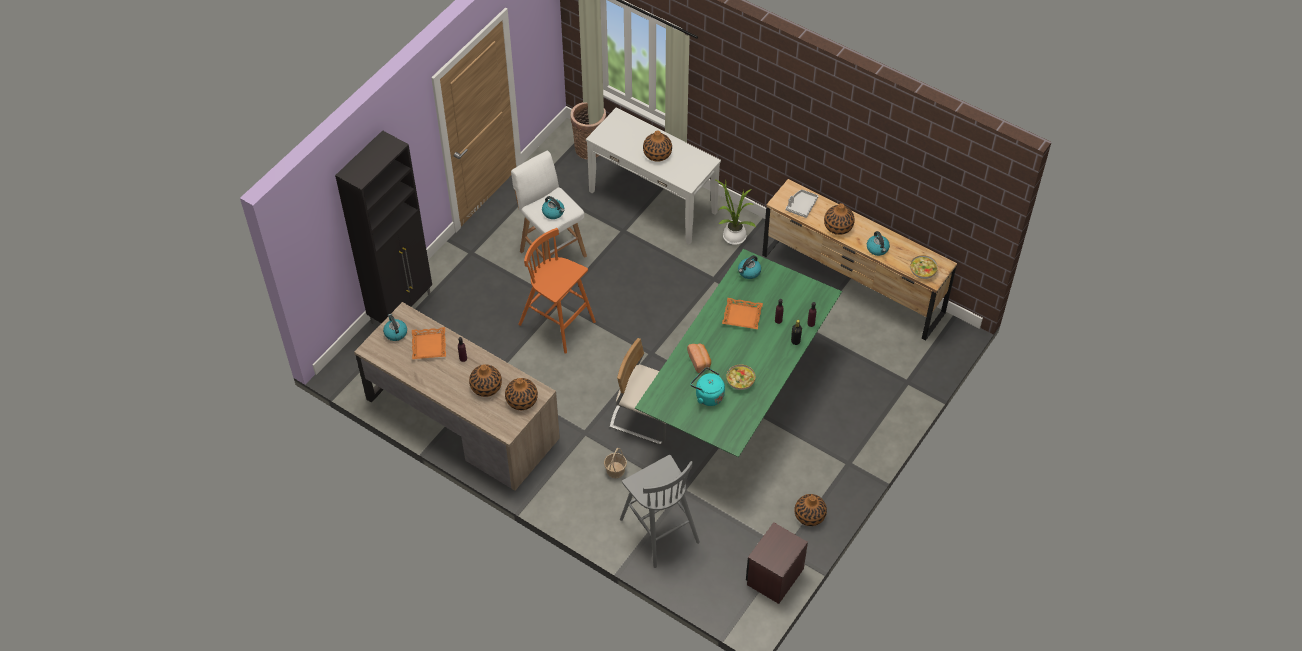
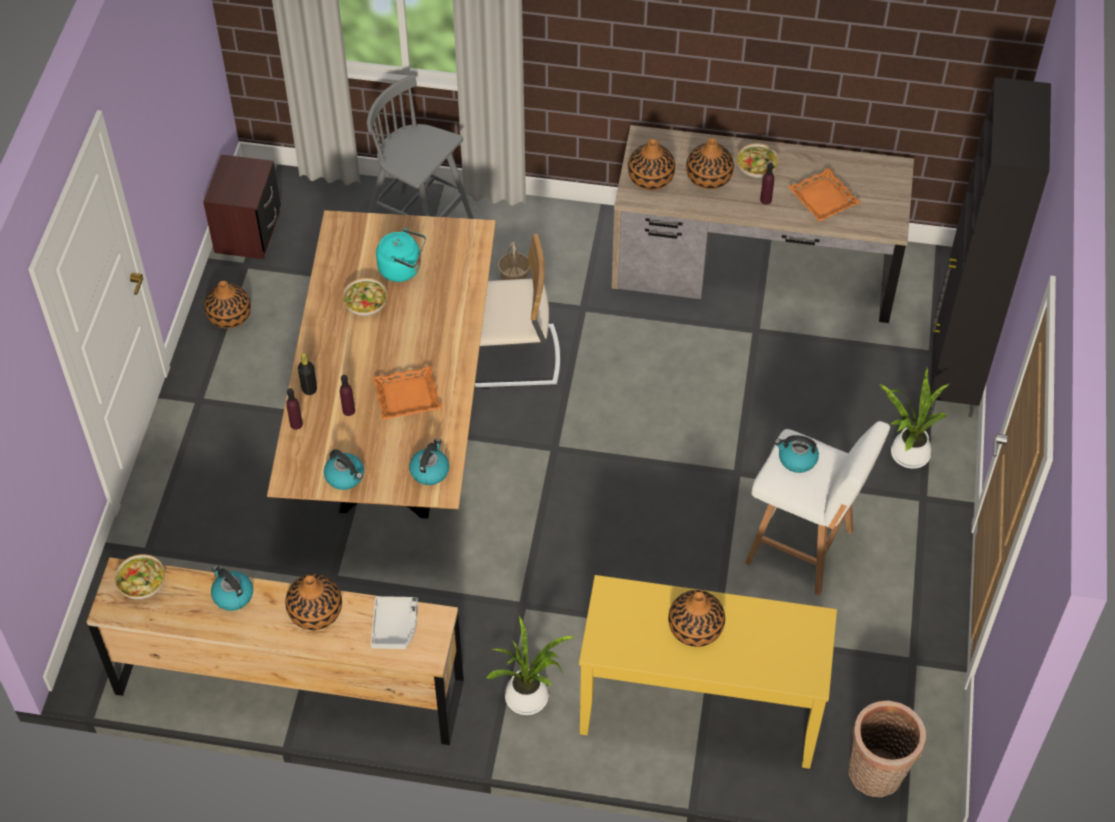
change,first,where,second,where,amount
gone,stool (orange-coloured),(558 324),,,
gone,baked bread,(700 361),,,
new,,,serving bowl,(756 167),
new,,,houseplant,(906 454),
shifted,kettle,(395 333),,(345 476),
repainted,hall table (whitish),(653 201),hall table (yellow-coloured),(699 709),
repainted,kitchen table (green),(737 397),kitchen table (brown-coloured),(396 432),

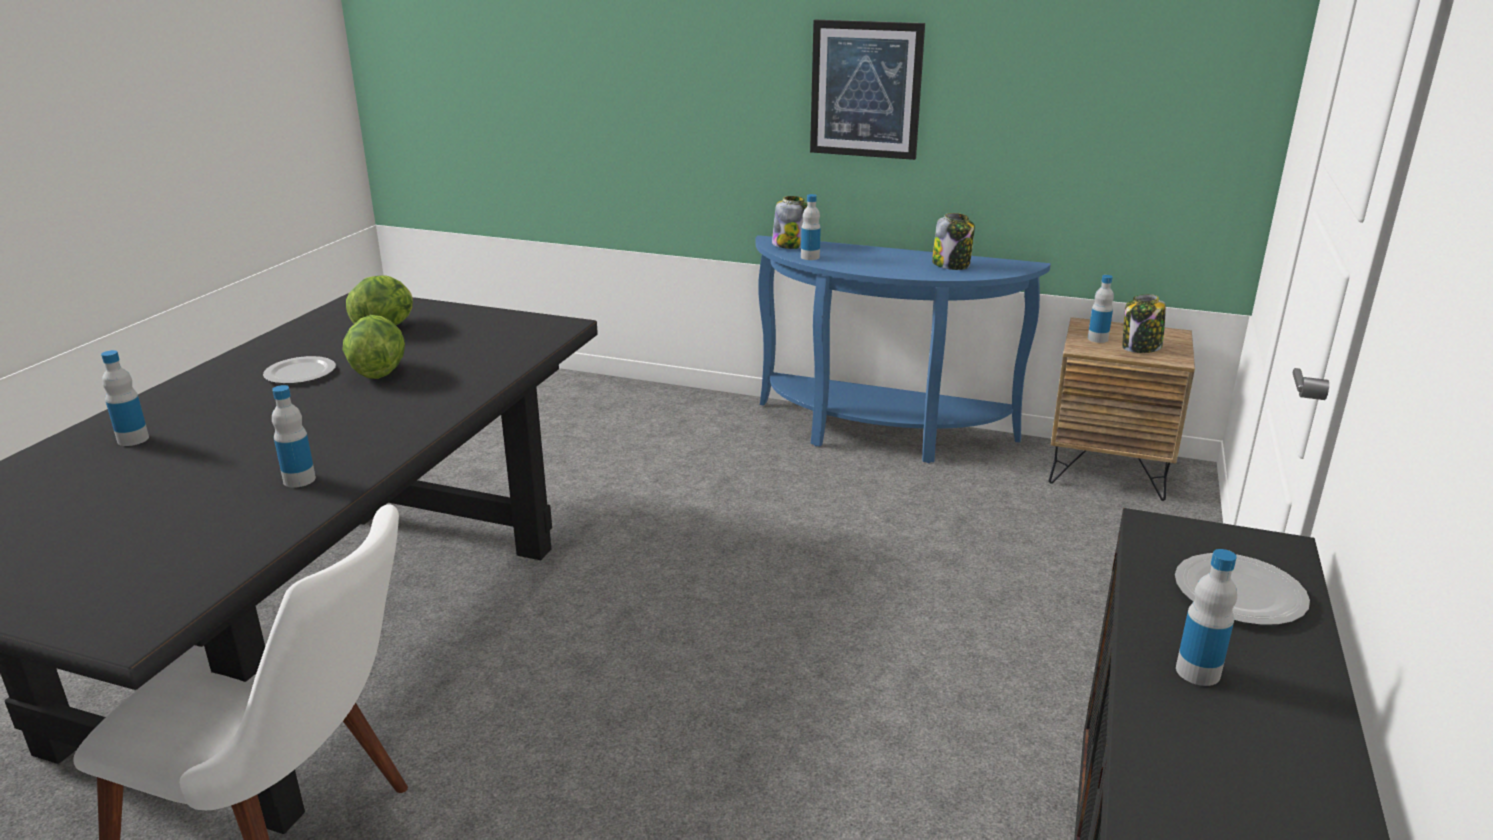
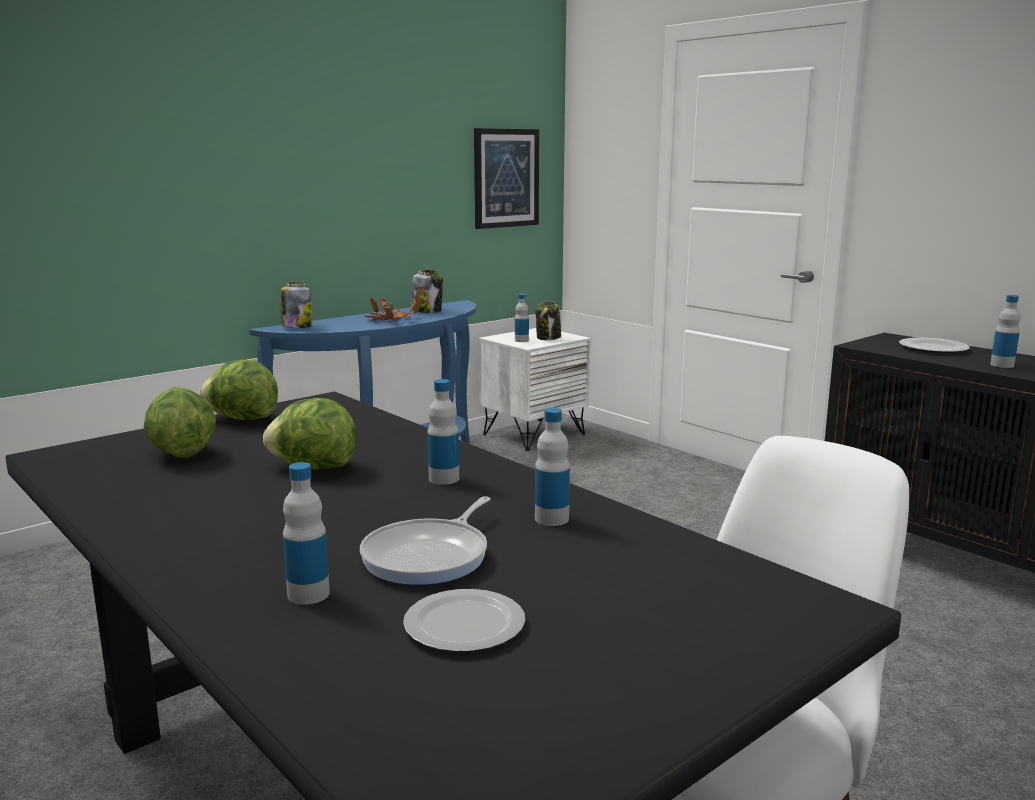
change,first,where,second,where,amount
new,,,lettuce,(242 419),
new,,,skillet,(430 556),
new,,,houseplant,(391 320),
shifted,plate,(301 373),,(464 624),
shifted,drink bottle,(810 257),,(444 479),
shifted,picture,(866 89),,(506 178),
repainted,nightstand (brown-coloured),(1108 470),nightstand (whitish),(533 434),

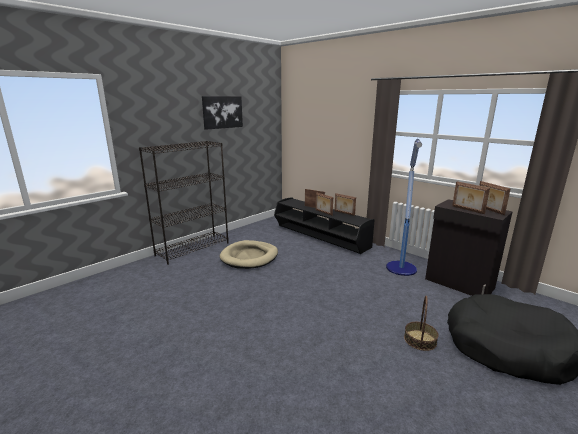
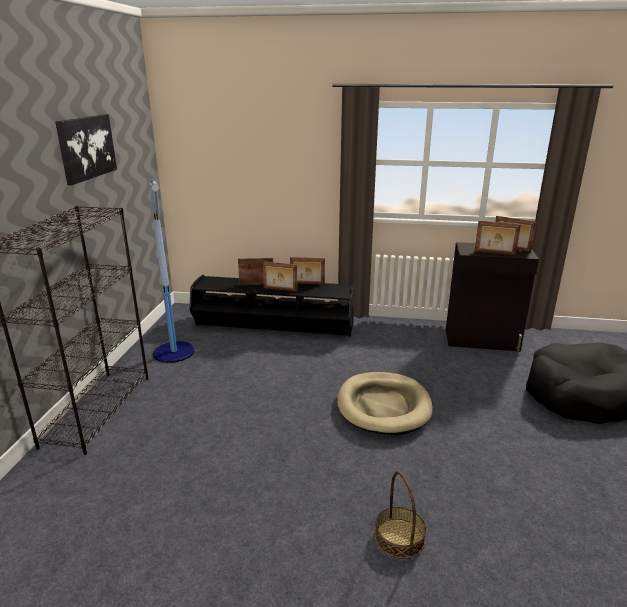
change,first,where,second,where,amount
shifted,dog bed (beige),(249 257),,(383 406),
shifted,standard lamp,(401 269),,(174 353),
shifted,basket,(420 340),,(399 538),

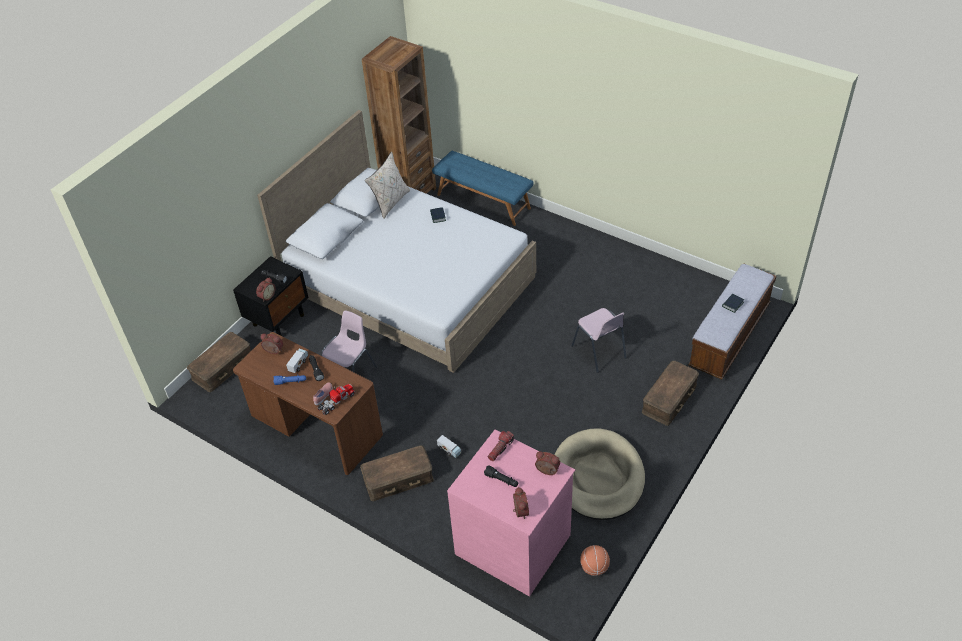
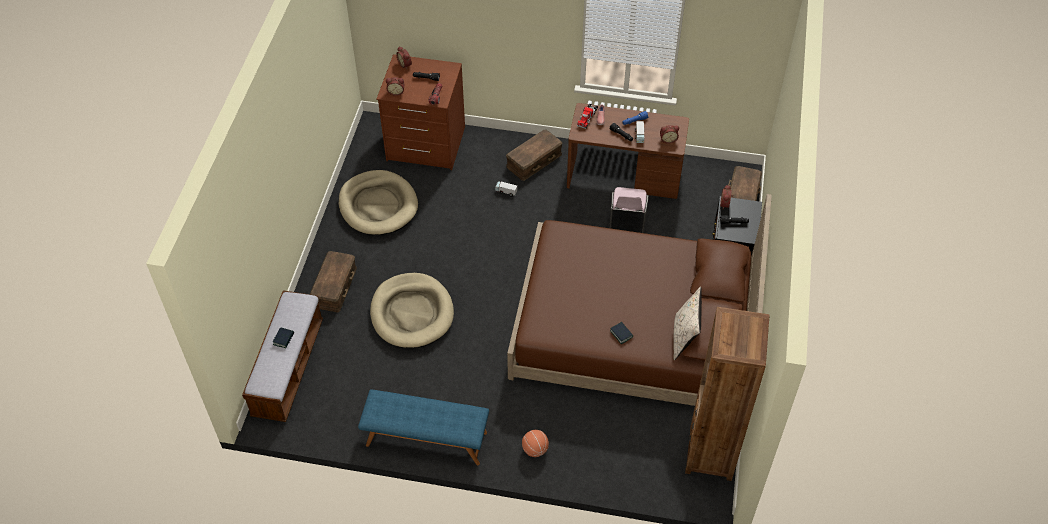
change,first,where,second,where,amount
shifted,bench (blue),(484 201),,(426 439),
shifted,basketball ball,(594 567),,(535 449),
swapped,chair (pink),(599 352),dog bed (beige),(412 313),
repainted,sleeping bed (whitish),(410 284),sleeping bed (brown-coloured),(632 331),
repainted,dresser (pink),(513 543),dresser (brown-coloured),(425 145),

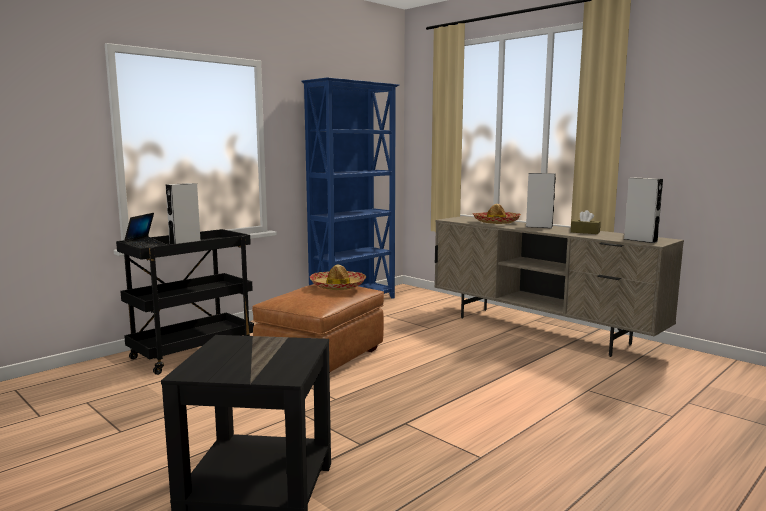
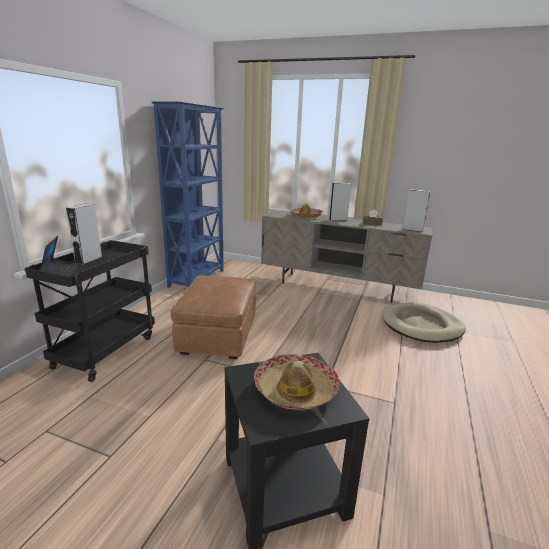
change,first,where,second,where,amount
new,,,dog bed (beige),(421 326),
shifted,wearable hat,(338 286),,(295 390),

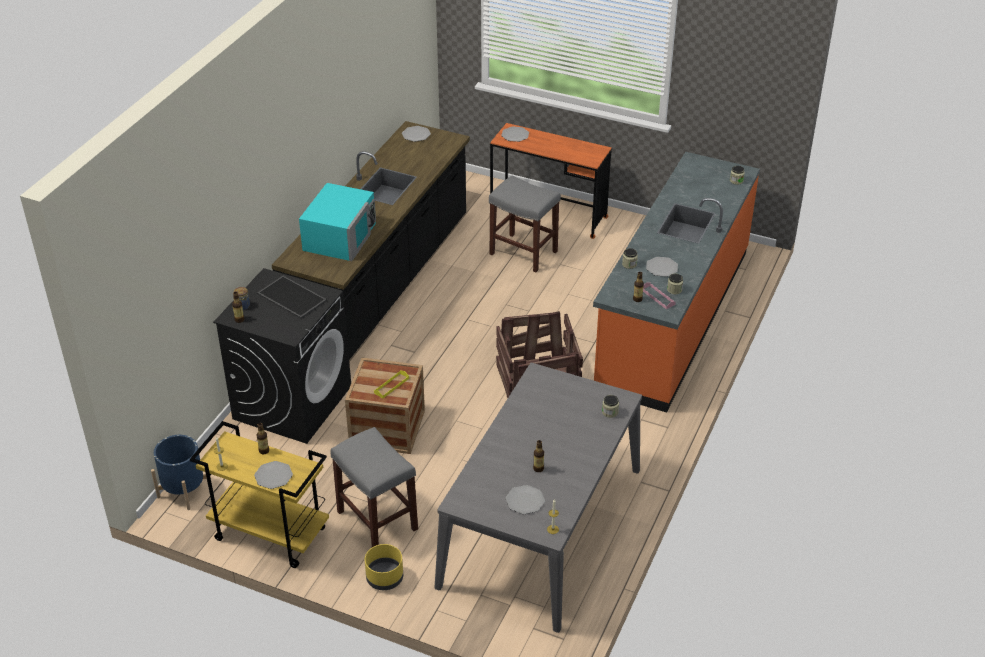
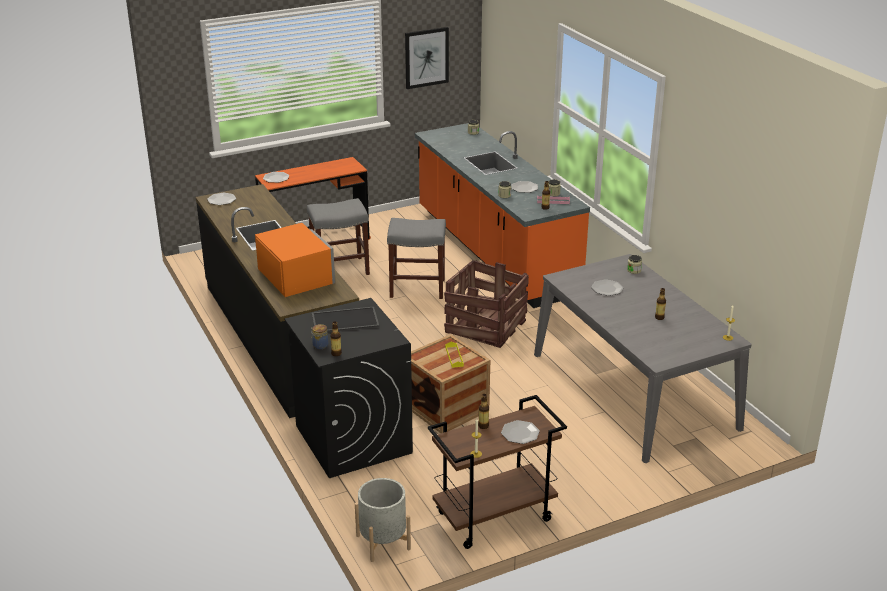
change,first,where,second,where,amount
gone,planter (yellow-coloured),(384 578),,,
new,,,picture,(426 57),
shifted,stool (grey),(376 520),,(416 288),
shifted,plate,(525 500),,(607 288),
repainted,planter (blue),(184 491),planter (grey),(383 542),
repainted,cart (yellow-coloured),(269 534),cart (brown-coloured),(494 518),
repainted,microwave (blue-green),(340 236),microwave (orange-coloured),(295 275),

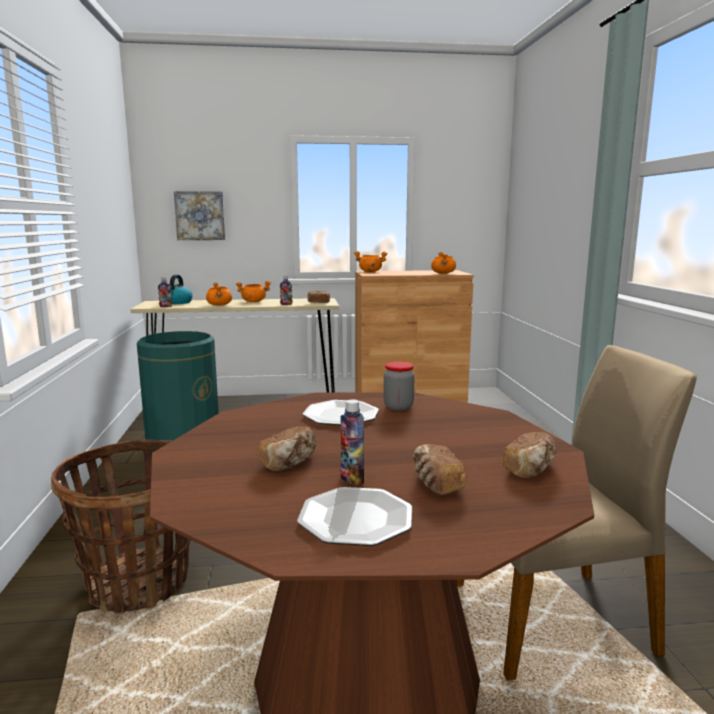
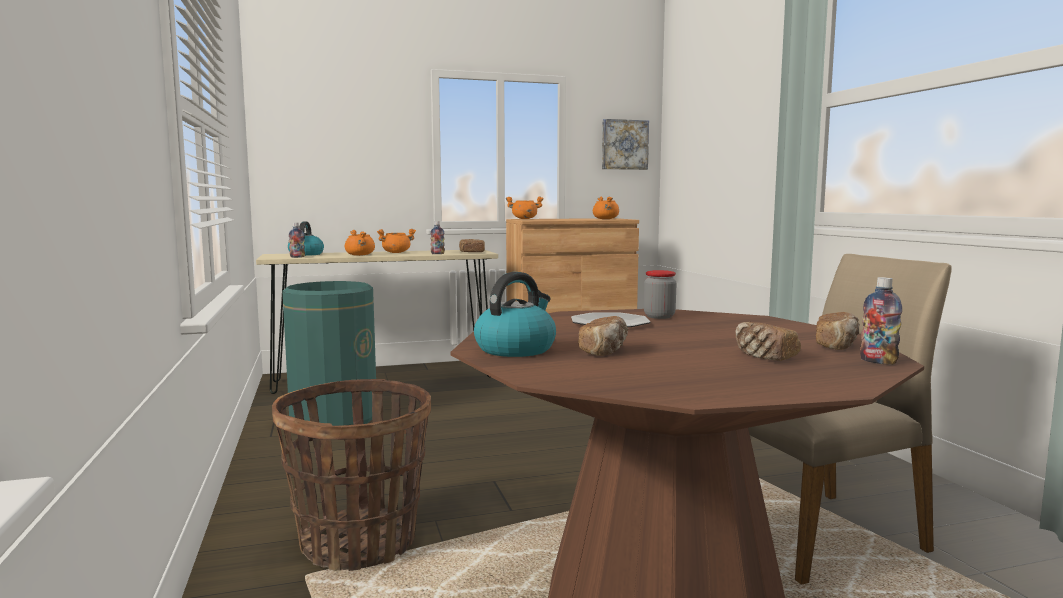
change,first,where,second,where,amount
gone,plate,(355 518),,,
new,,,kettle,(516 349),
shifted,picture,(200 216),,(624 144),
shifted,drink bottle,(352 479),,(878 361),

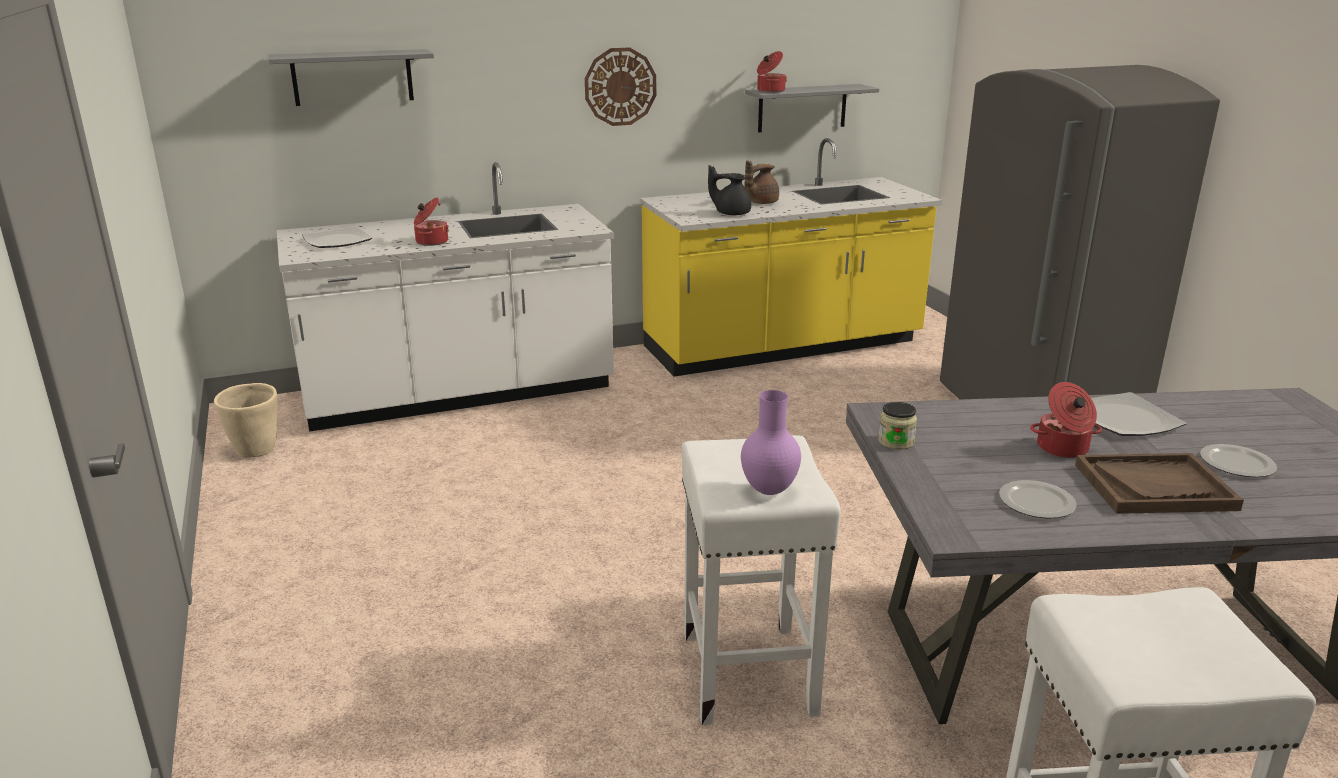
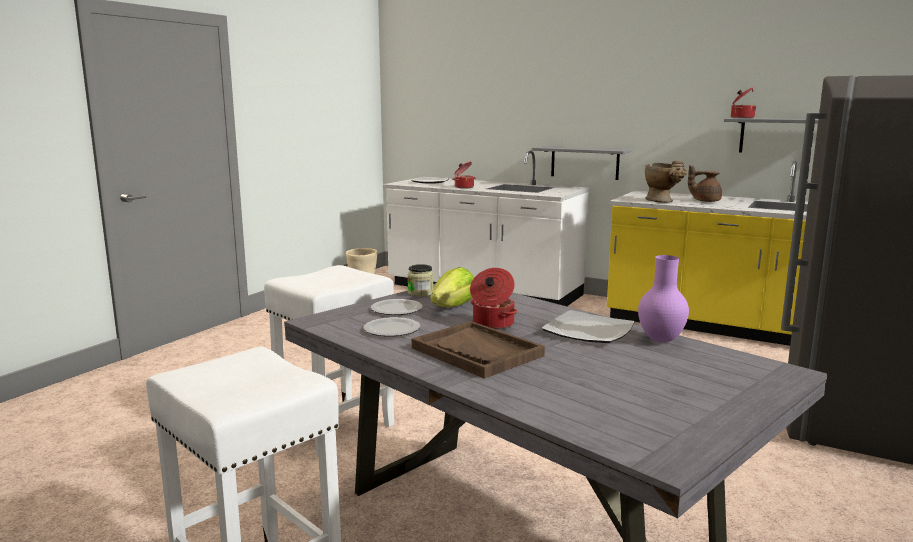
change,first,where,second,where,amount
gone,hanging clock,(620 86),,,
new,,,lettuce,(453 307),
shifted,bracket shelf (grey),(352 77),,(584 162),
shifted,vase (purple),(770 491),,(661 340),
shifted,plate,(1236 463),,(397 309),
swapped,teapot (blackish),(731 213),vase (beige),(663 201),

